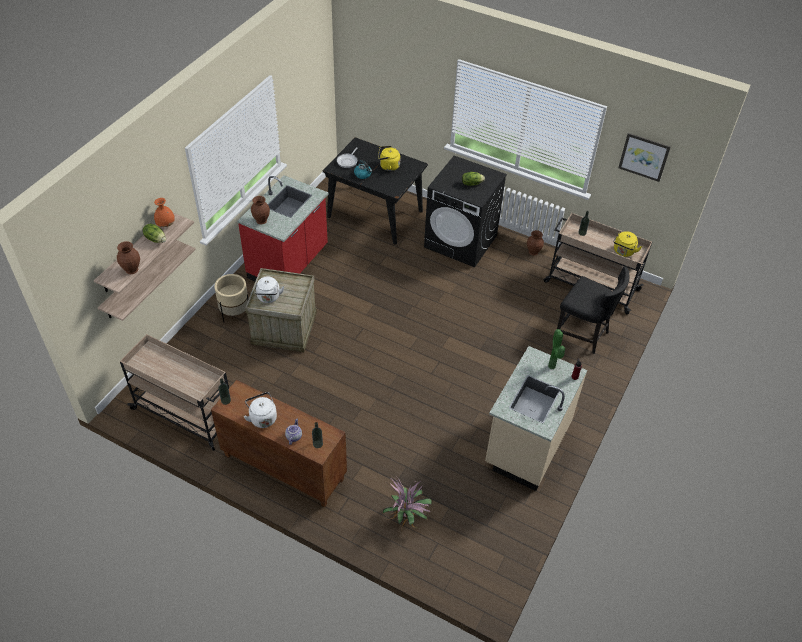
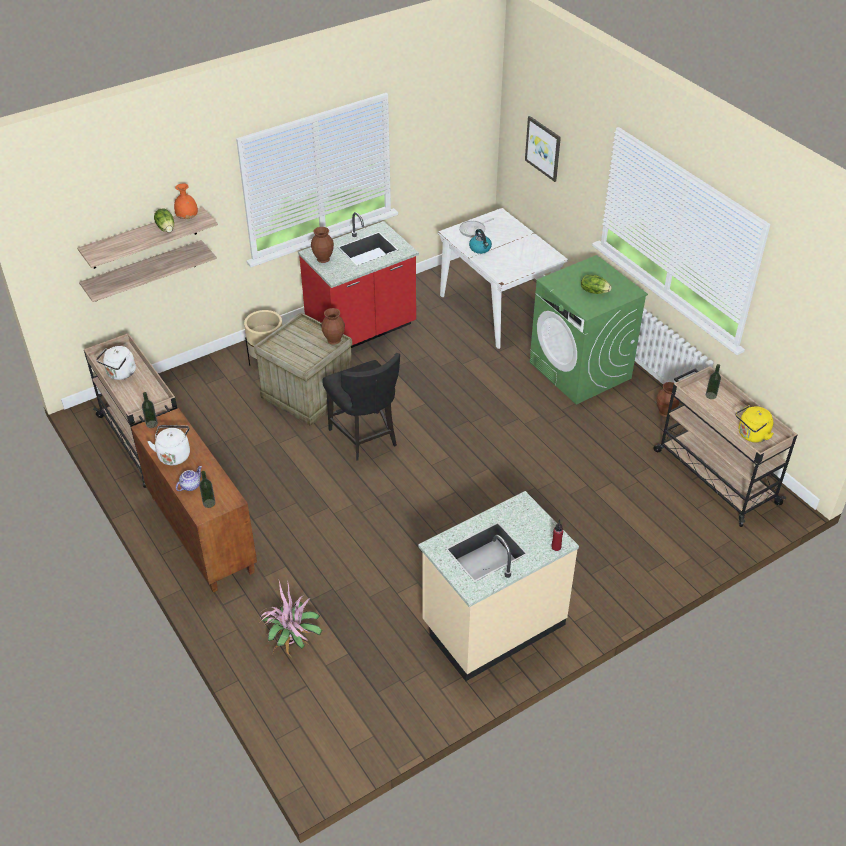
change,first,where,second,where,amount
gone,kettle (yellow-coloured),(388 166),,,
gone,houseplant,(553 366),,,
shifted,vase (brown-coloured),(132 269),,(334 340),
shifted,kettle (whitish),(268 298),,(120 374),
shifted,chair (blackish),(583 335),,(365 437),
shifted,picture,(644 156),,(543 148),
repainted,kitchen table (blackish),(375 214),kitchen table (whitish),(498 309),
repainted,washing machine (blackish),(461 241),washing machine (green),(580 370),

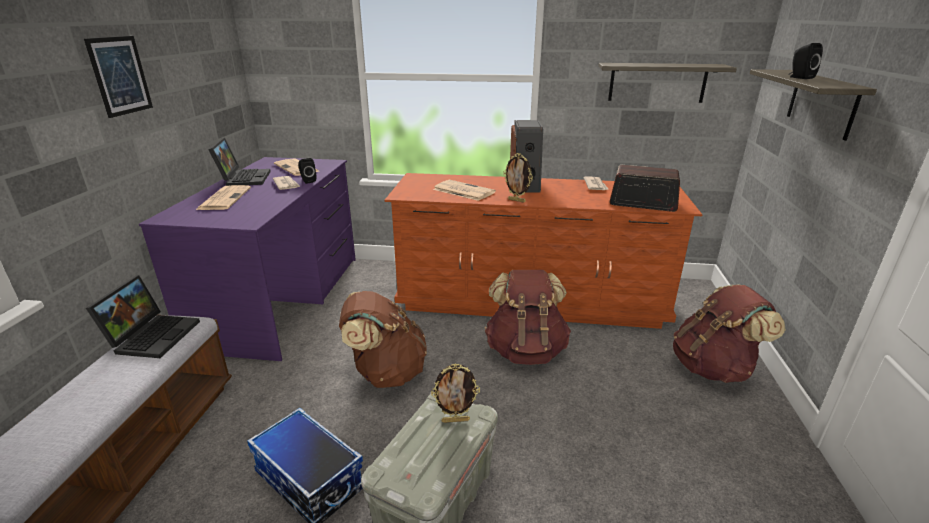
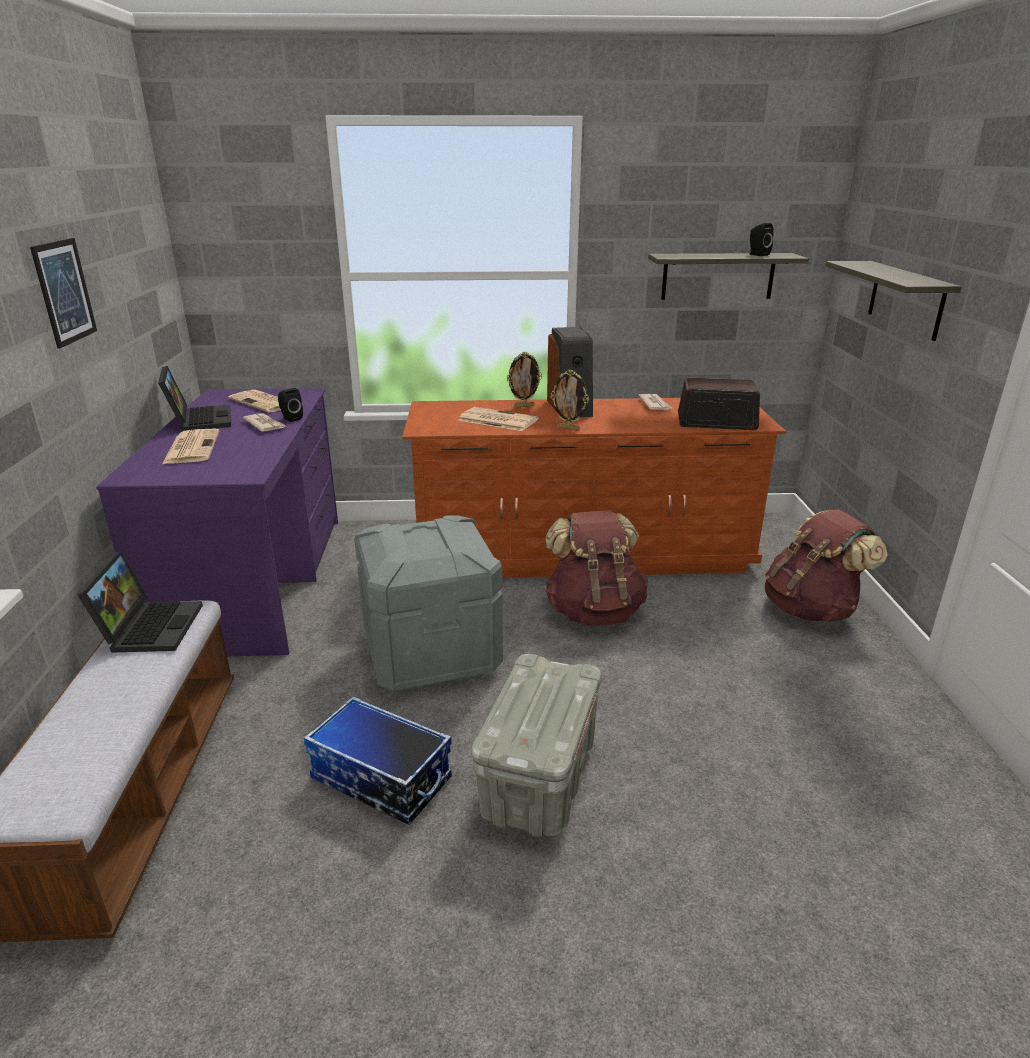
change,first,where,second,where,amount
shifted,picture frame,(455 420),,(524 406),
shifted,speaker (blackish),(799 77),,(757 255),
swapped,knapsack (brown-coloured),(386 372),storage container (grey),(430 654),

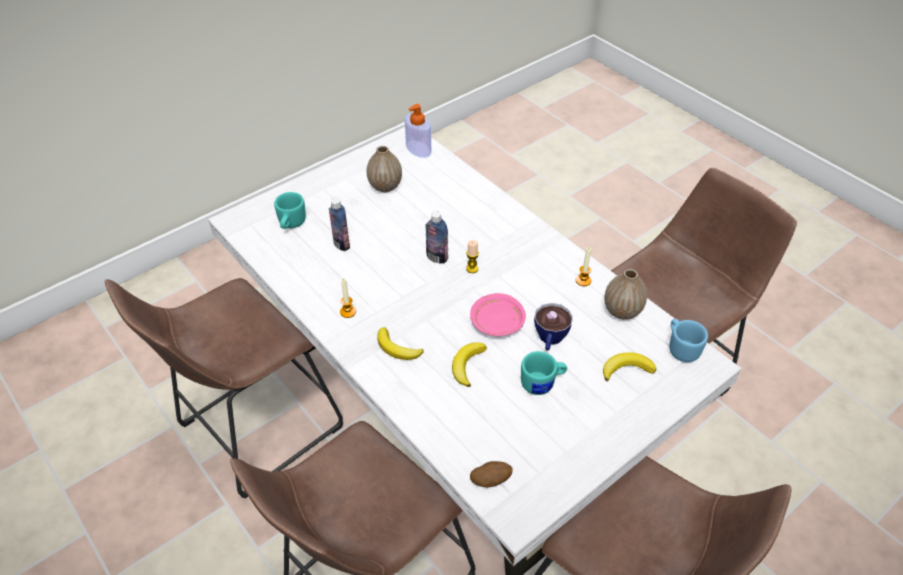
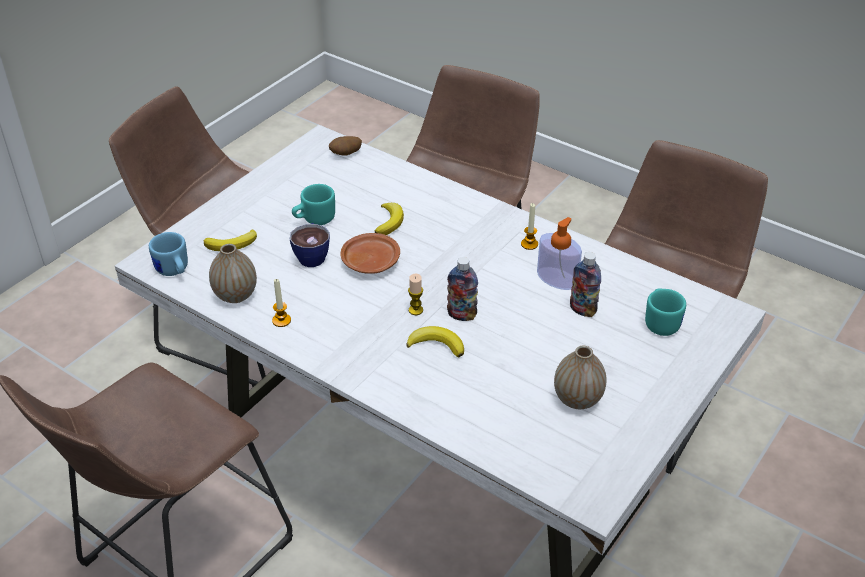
change,first,where,second,where,amount
shifted,banana,(397 348),,(436 344),
shifted,soap bottle,(418 149),,(557 278),
repainted,plate (pink),(497 322),plate (brown-coloured),(370 261),

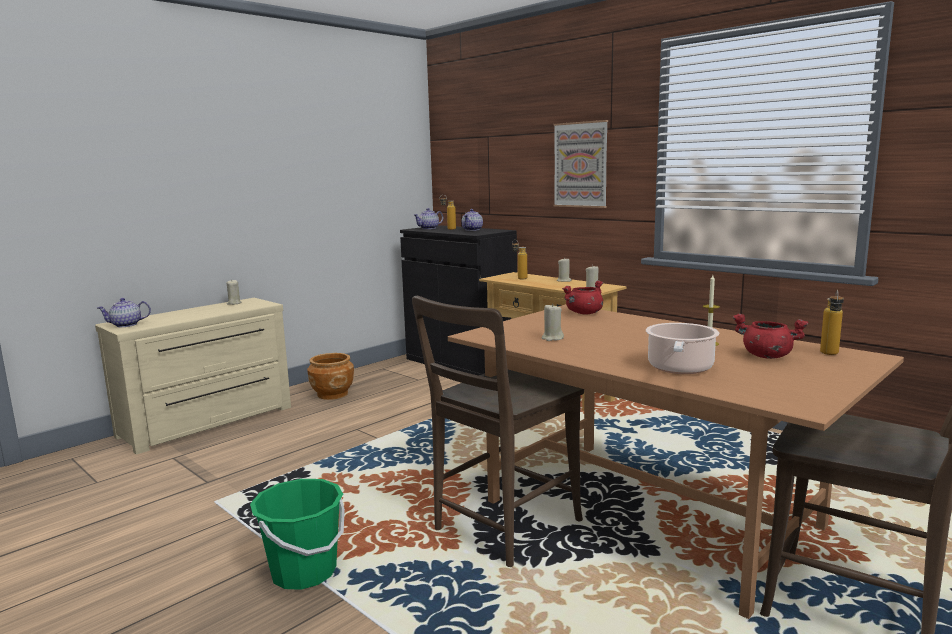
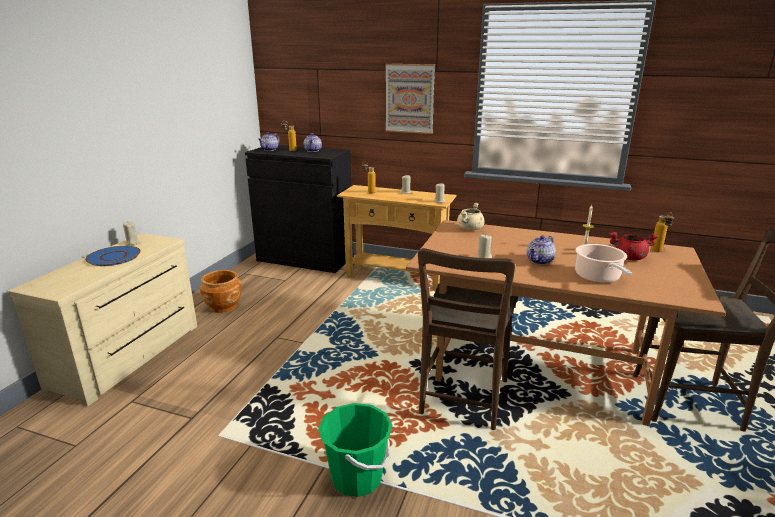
change,first,where,second,where,amount
new,,,plate (blue),(113 257),
shifted,teapot,(126 325),,(540 261),
repainted,saucepot (red),(584 313),saucepot (beige),(470 229),

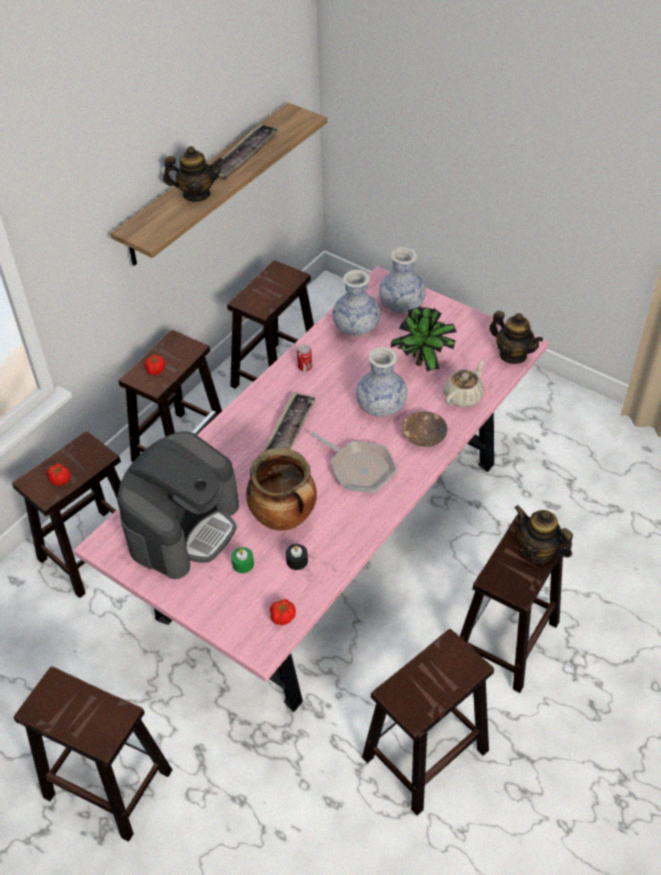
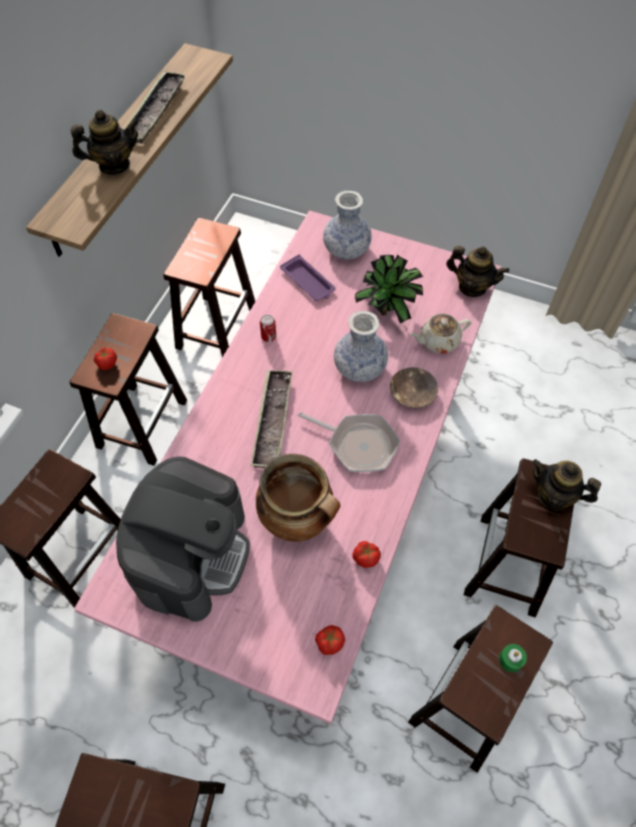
change,first,where,second,where,amount
gone,wax light (blackish),(297 561),,,
shifted,fresh tomato,(60 480),,(365 558),
shifted,wax light (green),(243 564),,(510 660),
swapped,vase,(356 327),carrying tray (purple),(308 282),
rotated,teapot (beige),(463 396),,(438 341),135 degrees counterclockwise

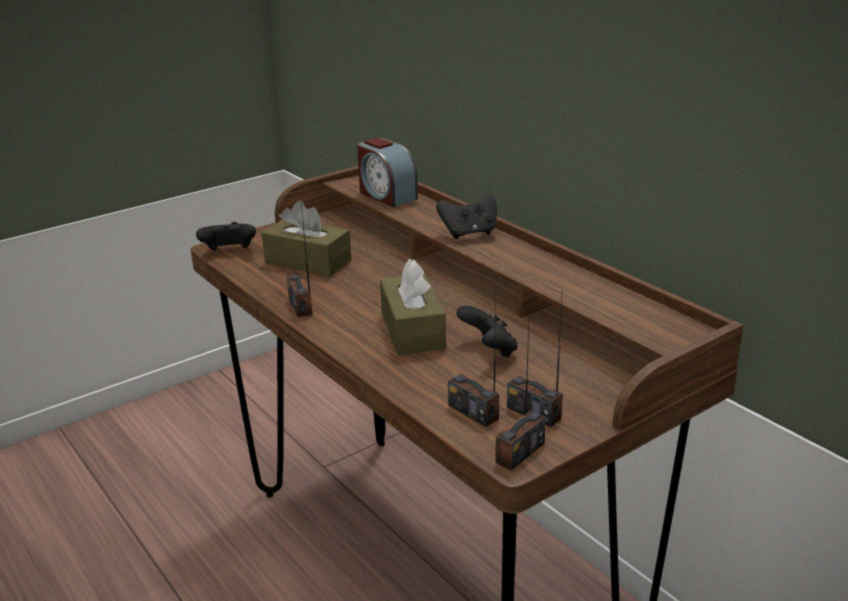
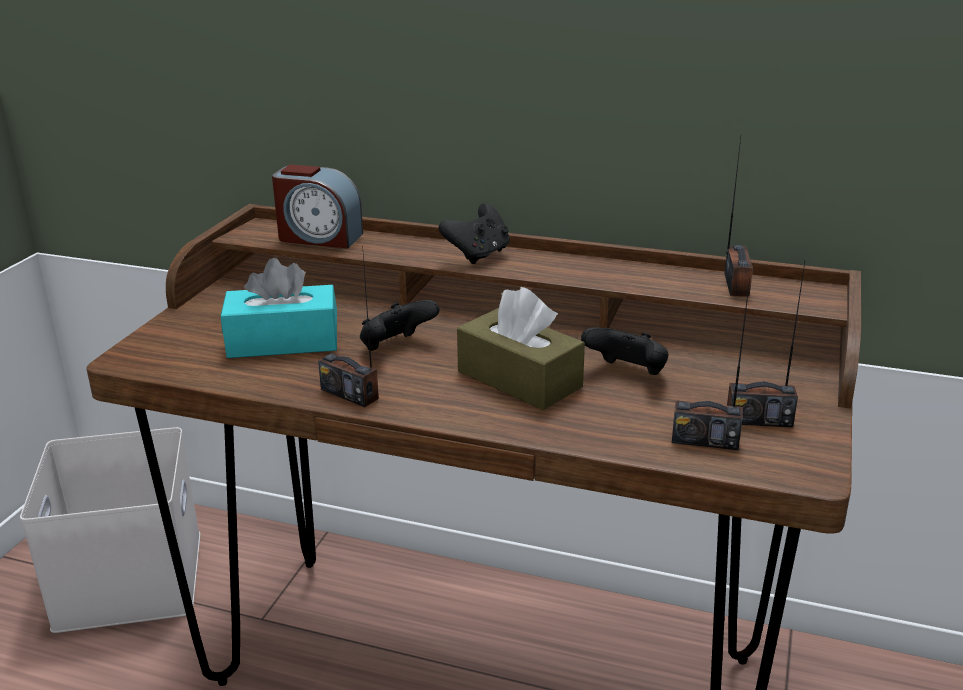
change,first,where,second,where,amount
new,,,storage container (whitish),(132 580),
shifted,game controller (blackish),(229 252),,(396 347),
shifted,radio set,(519 452),,(736 284),
repainted,tissue holder (brown-coloured),(308 262),tissue holder (blue-green),(283 341),

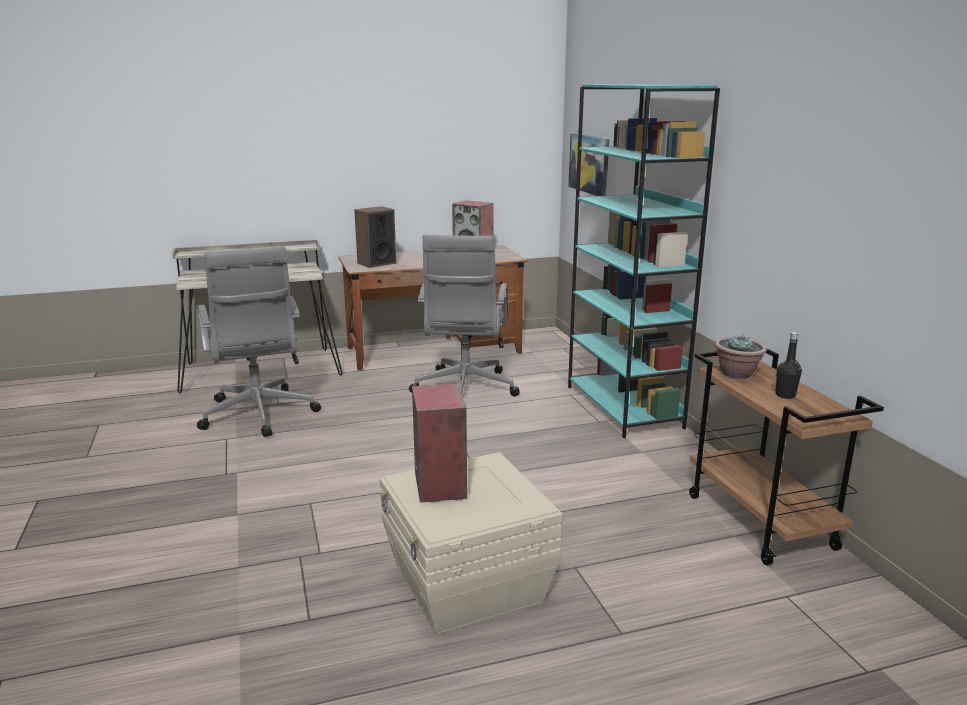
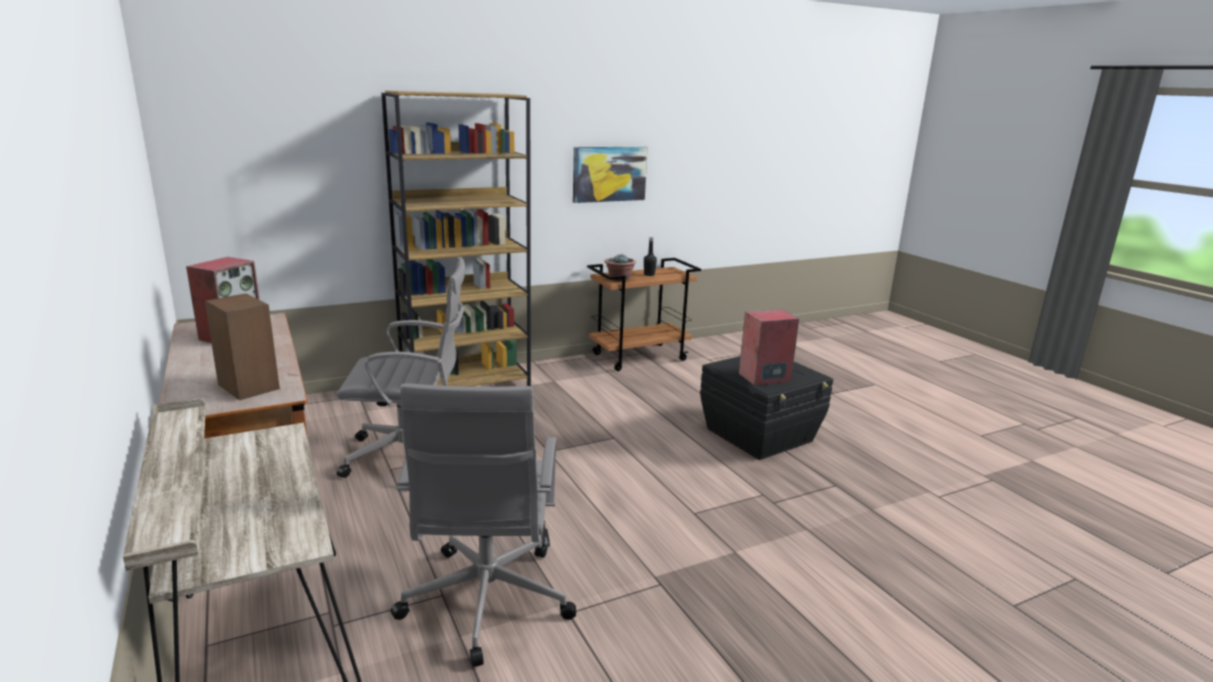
change,first,where,second,where,amount
shifted,picture,(589 164),,(609 174),
repainted,storage container (beige),(467 586),storage container (blackish),(760 435),
repainted,bookshelf (blue-green),(624 407),bookshelf (brown-coloured),(466 383),
rotated,office chair (grey),(259 415),,(485 603),120 degrees clockwise

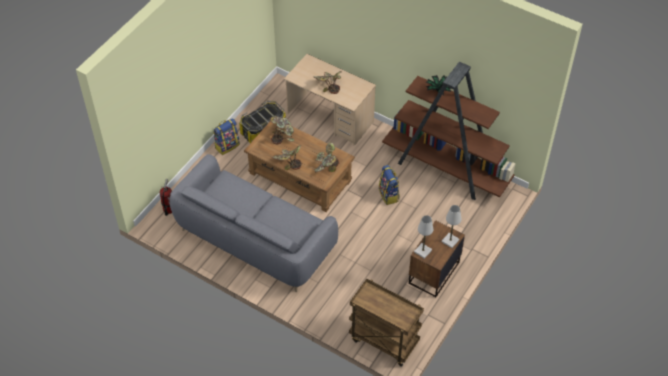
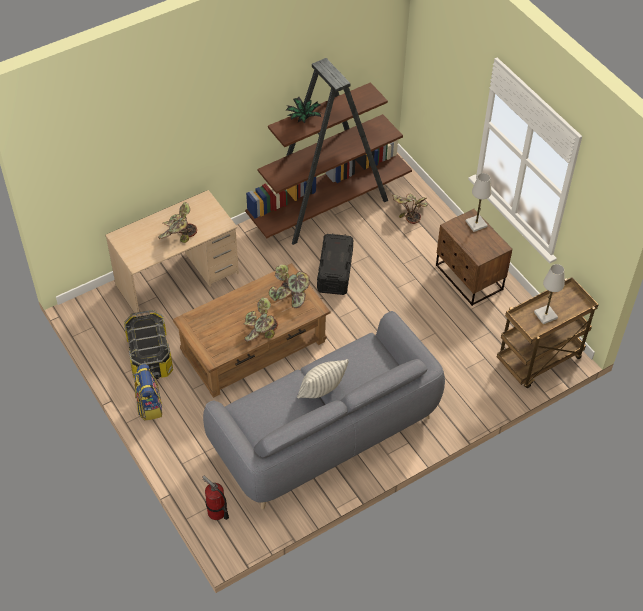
change,first,where,second,where,amount
new,,,cushion,(321 391),
shifted,houseplant,(282 135),,(408 211),
shifted,tabletop lamp (whitish),(422 251),,(545 315),
swapped,knapsack,(389 195),storage container (blackish),(335 272),

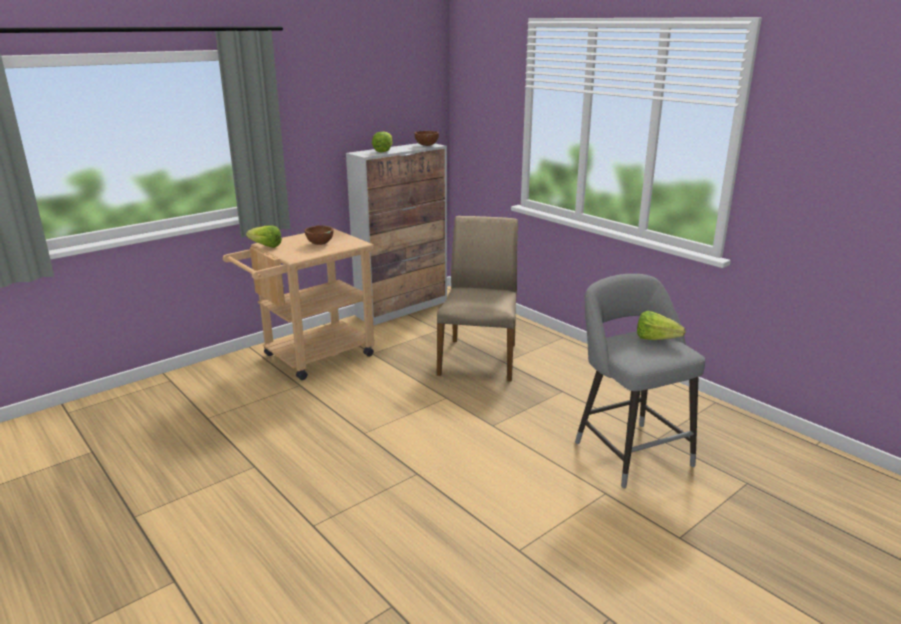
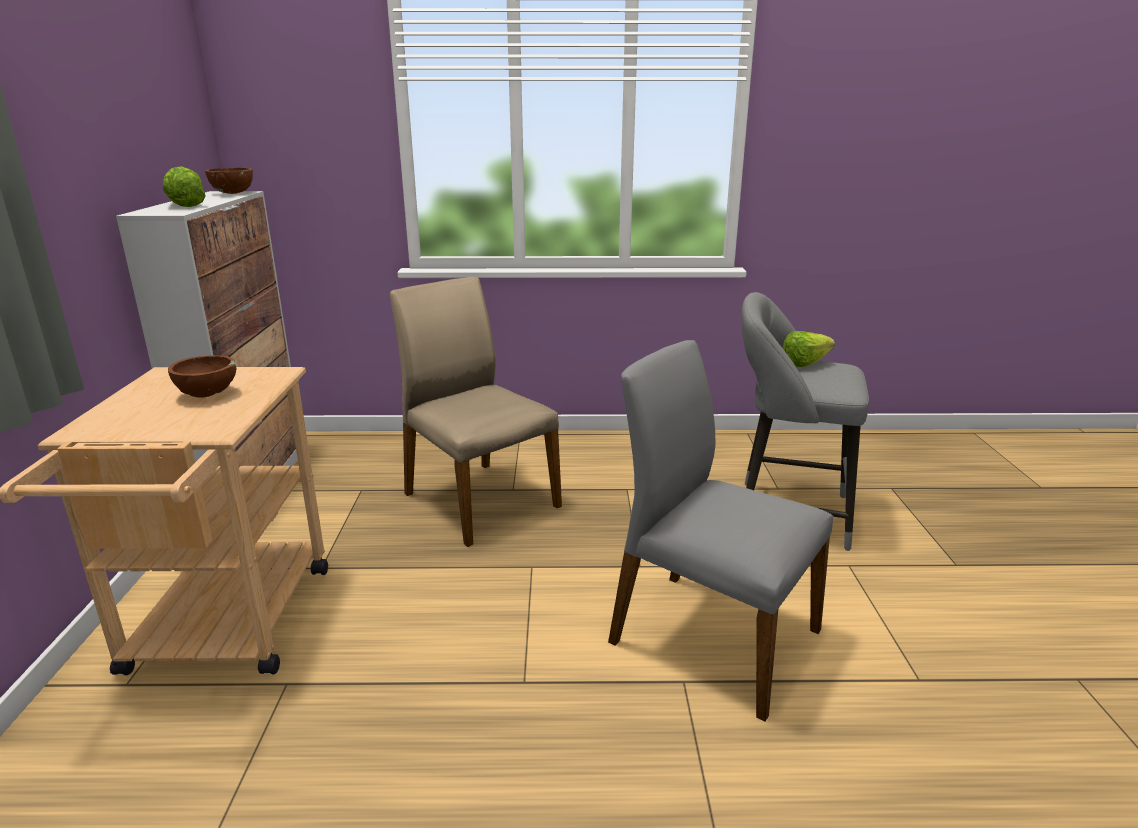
change,first,where,second,where,amount
gone,lettuce,(264 246),,,
new,,,chair (grey),(711 636),

